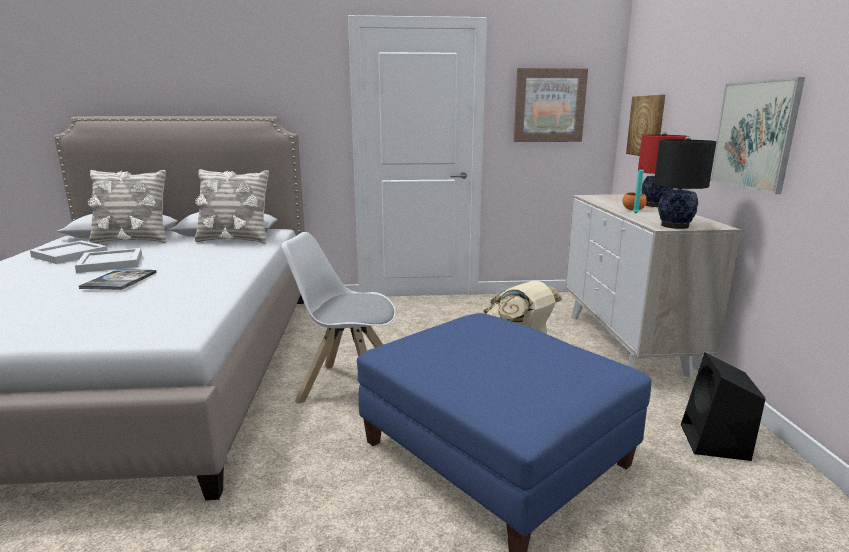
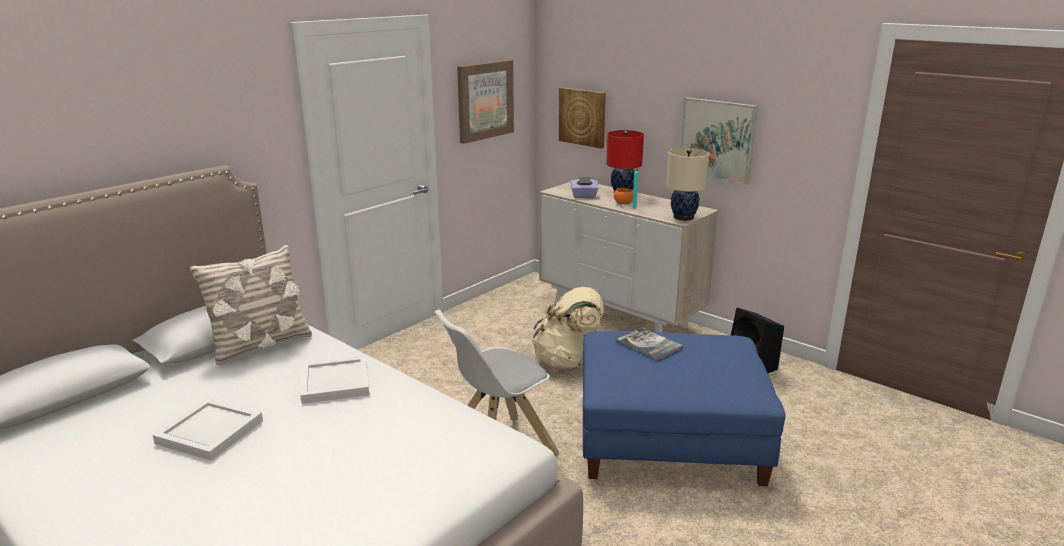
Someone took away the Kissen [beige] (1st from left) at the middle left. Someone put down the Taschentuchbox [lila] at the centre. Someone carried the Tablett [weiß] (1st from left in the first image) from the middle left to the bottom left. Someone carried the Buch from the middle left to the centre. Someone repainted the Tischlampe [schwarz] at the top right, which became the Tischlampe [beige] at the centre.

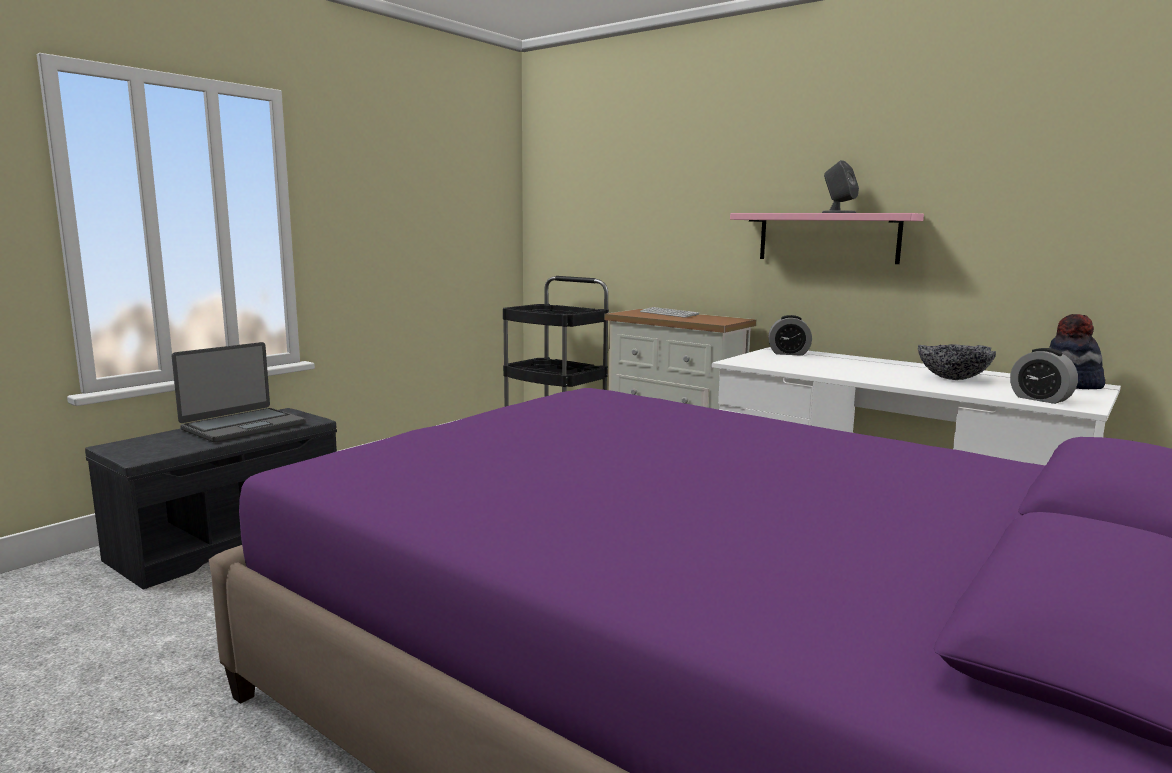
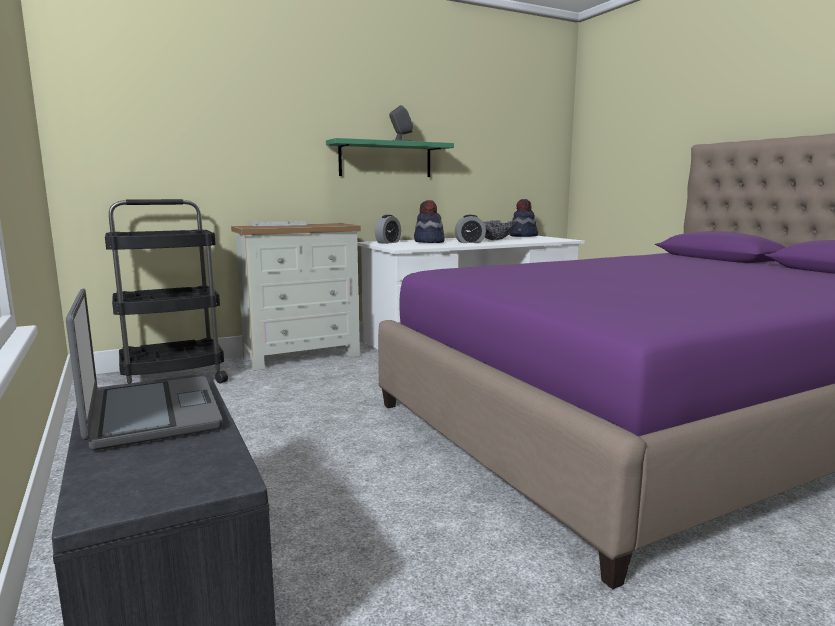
Someone put down the Hut (1st from left) at the centre. Someone carried the Wecker (2nd from left) from the middle right to the centre. Someone repainted the Wandregal [rosa] at the top right, which became the Wandregal [grün] at the top centre.

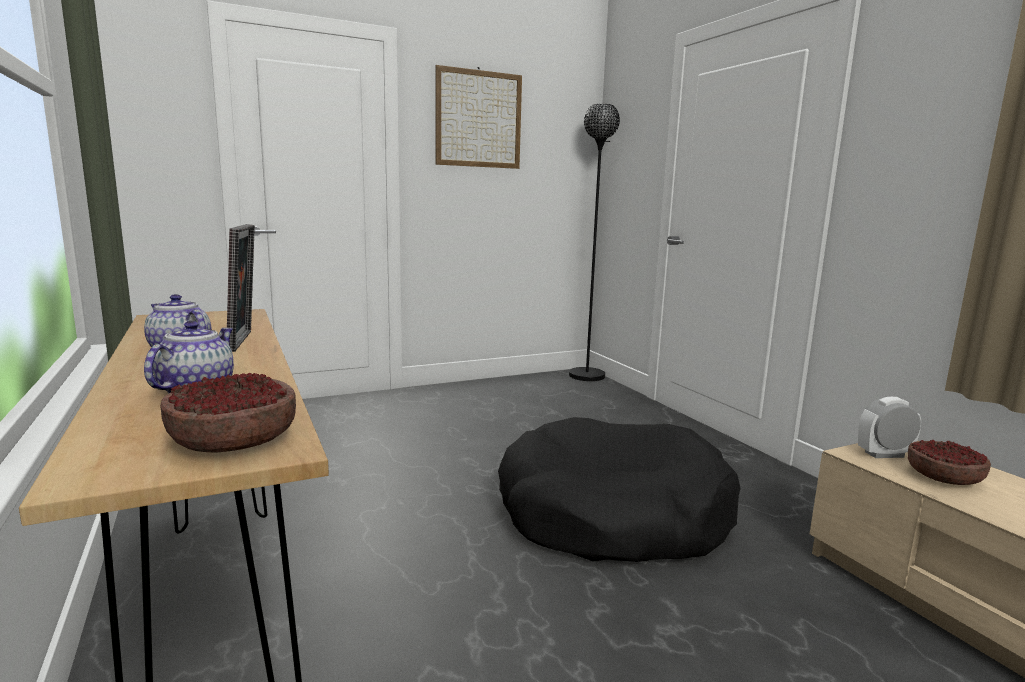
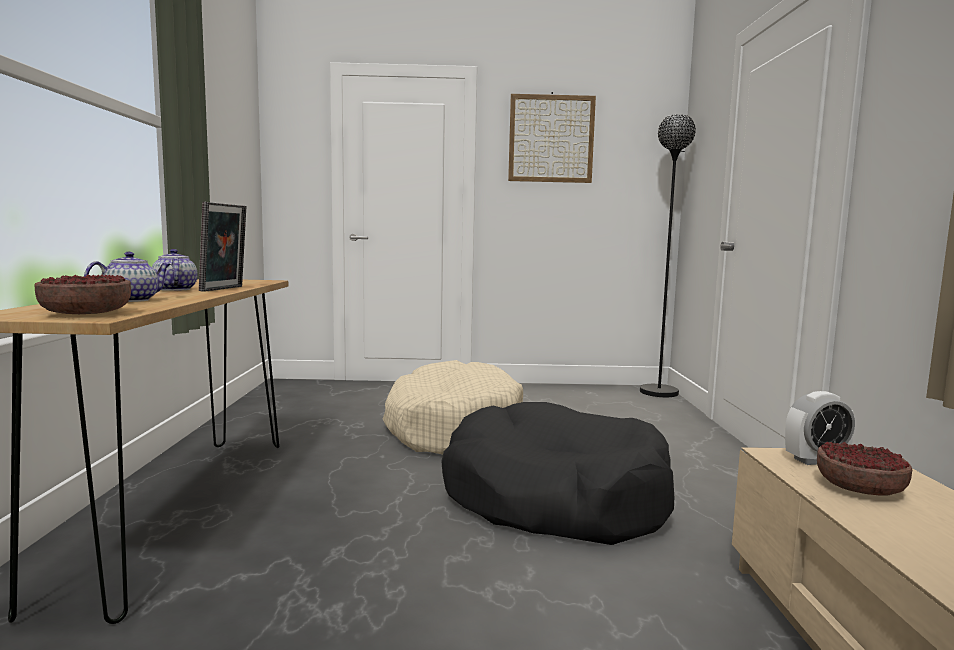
Someone put down the Hundebett [beige] at the centre. Someone rotated the Wecker at the middle right by 150 degrees clockwise.

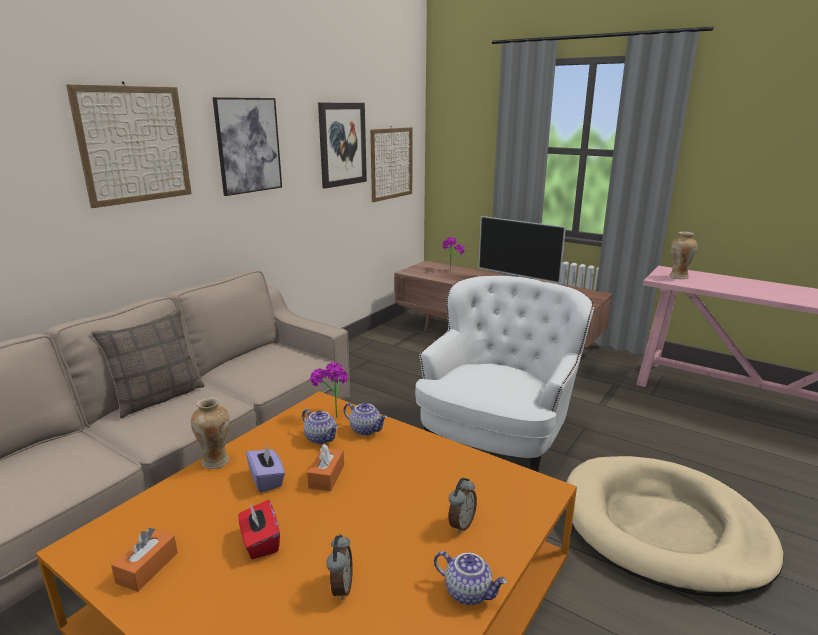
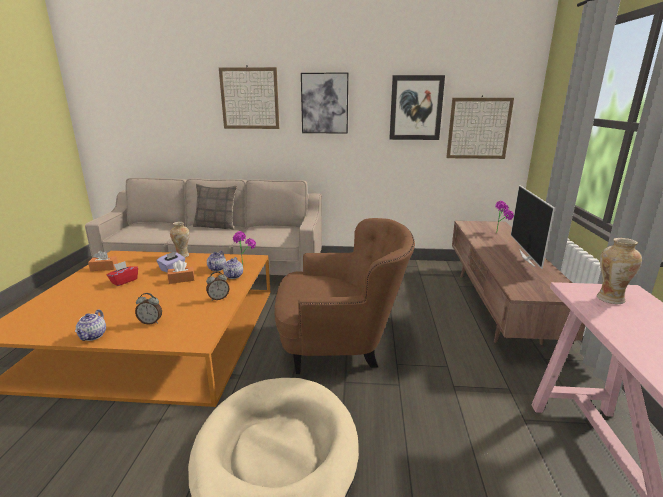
Someone carried the Wecker (1st from left in the first image) from the bottom centre to the middle left. Someone repainted the Sessel [weiß] at the centre, which became the Sessel [braun] at the centre.

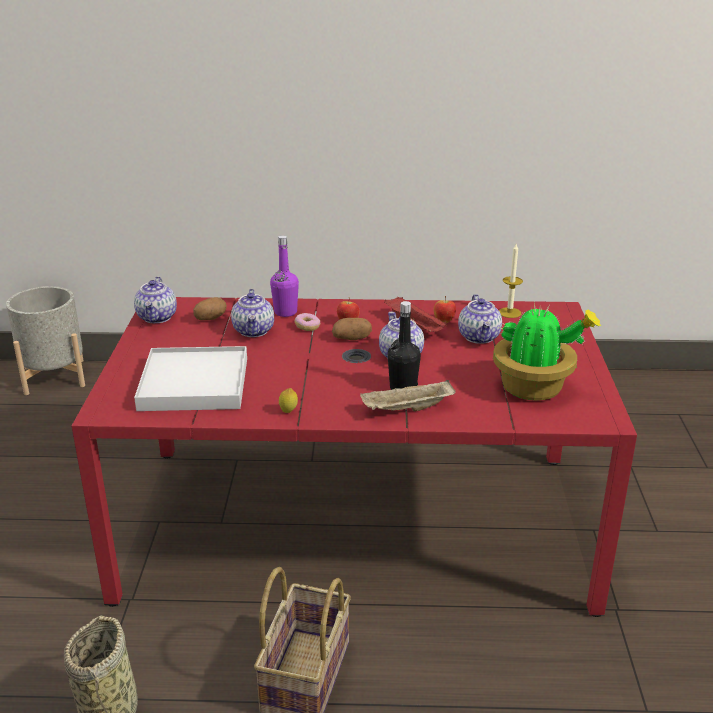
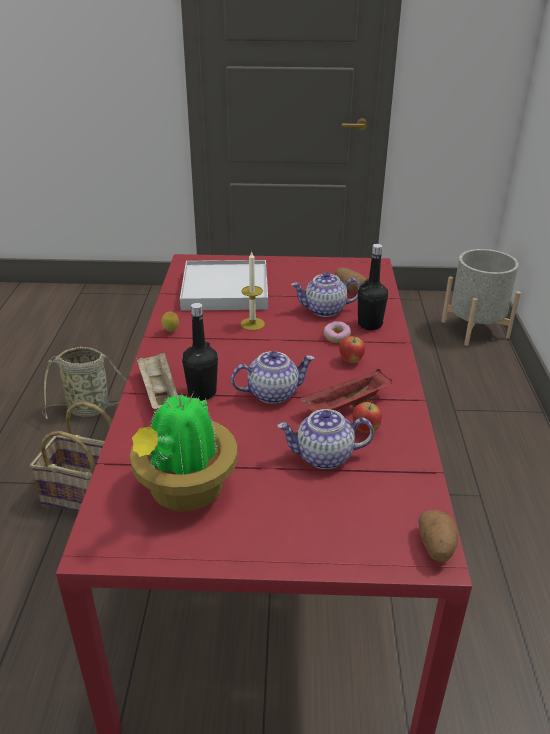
Someone took away the Teekanne (1st from left) at the middle left. Someone carried the Kartoffel (2nd from left) from the centre to the bottom right. Someone carried the Kerze from the middle right to the centre. Someone repainted the Flasche [lila] at the centre, which became the Flasche [schwarz] (2nd from left) at the middle right.

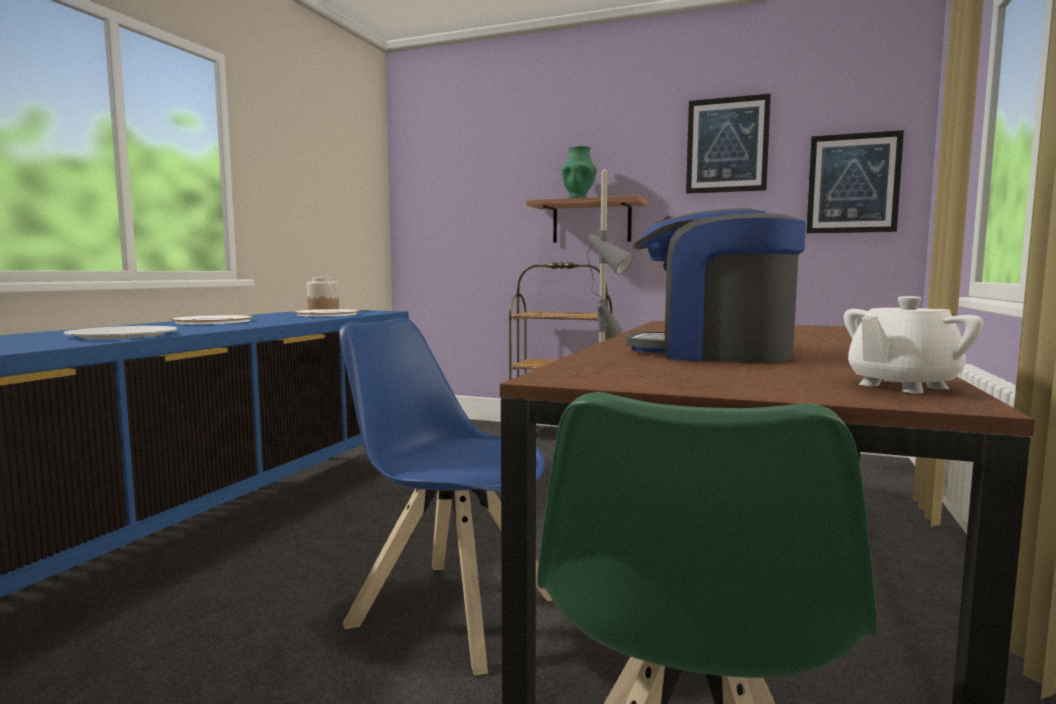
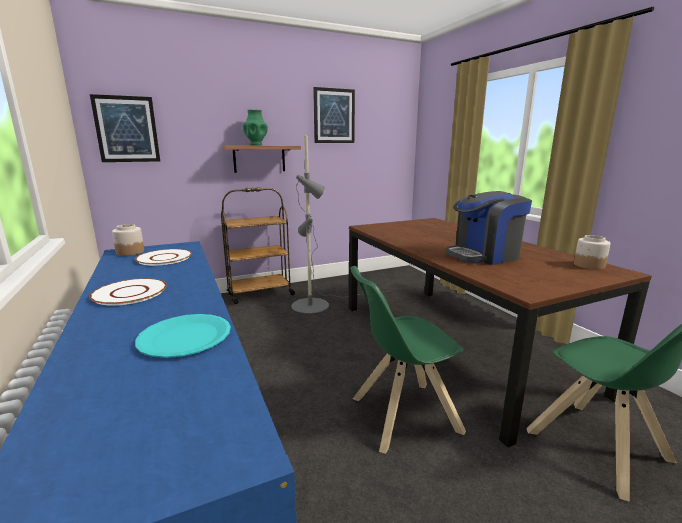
Someone carried the Bild (2nd from left in the first image) from the top right to the top left. Someone swapped the Teekanne [weiß] at the middle right for the Vorratsglas (2nd from left) at the middle right. Someone repainted the Teller [weiß] (1st from left) at the middle left, which became the Teller [türkis] at the middle left. Someone repainted the Stuhl [blau] at the bottom centre, which became the Stuhl [grün] (1st from left) at the bottom centre.

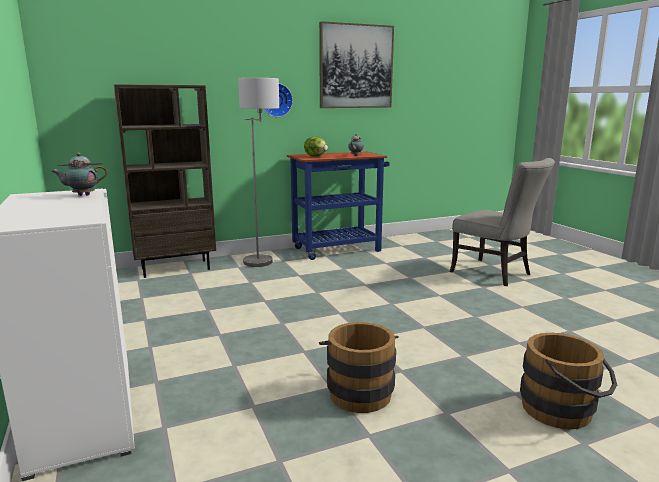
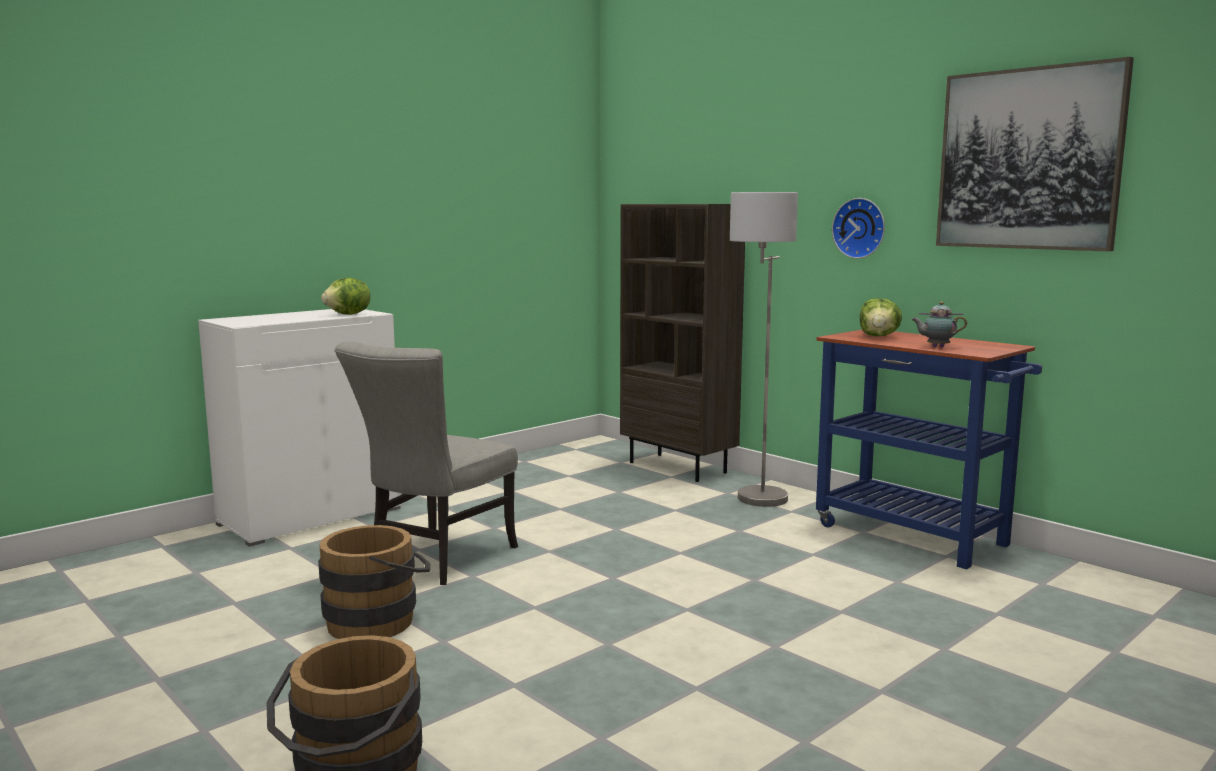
Someone carried the Stuhl [grau] from the middle right to the centre. Someone swapped the Teekanne (1st from left) at the middle left for the Salatkopf (1st from left) at the middle left.

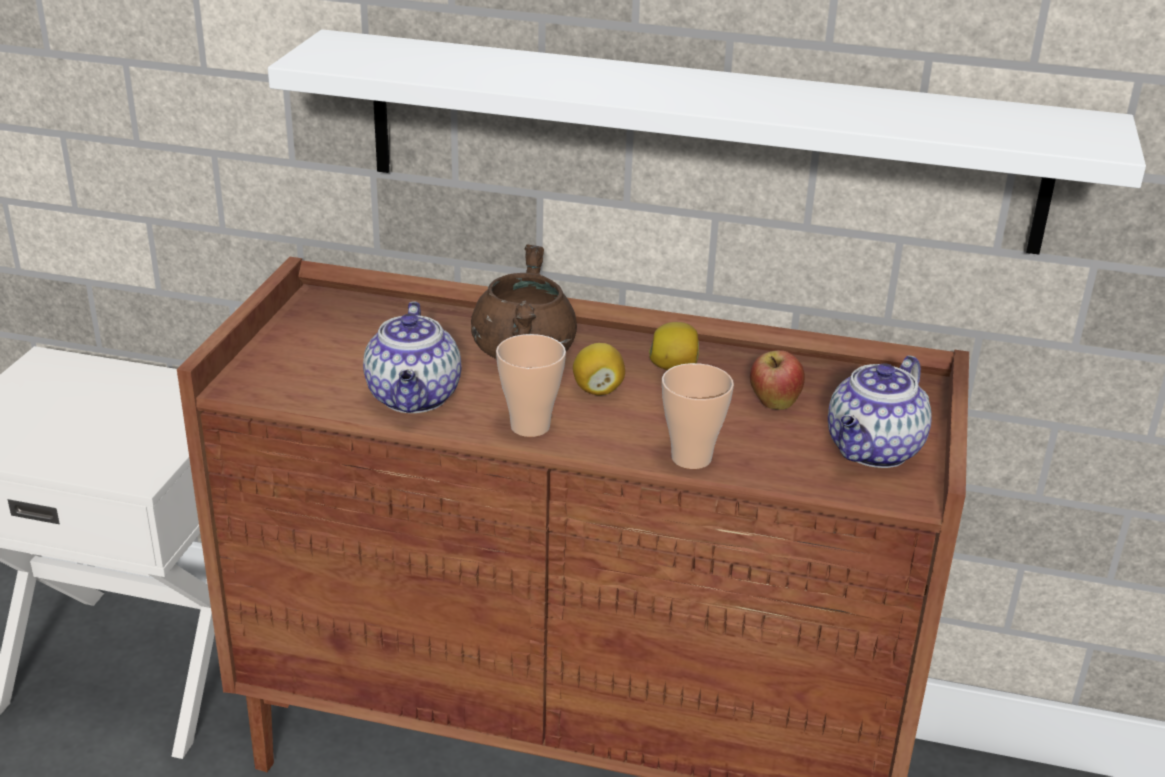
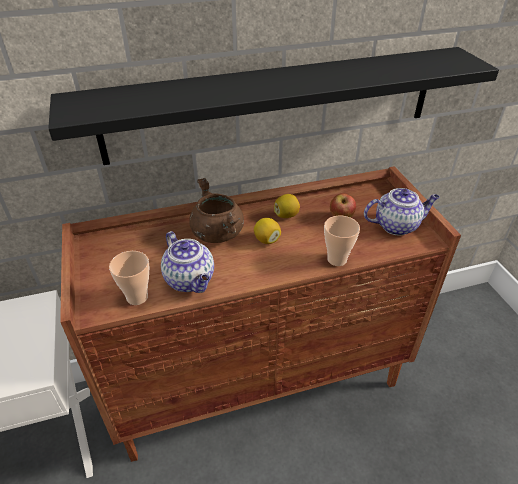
Someone carried the Tasse (1st from left) from the centre to the middle left. Someone repainted the Wandregal [weiß] at the top centre, which became the Wandregal [schwarz] at the top centre. Someone rotated the Teekanne (2nd from left) at the middle right by 105 degrees counterclockwise.

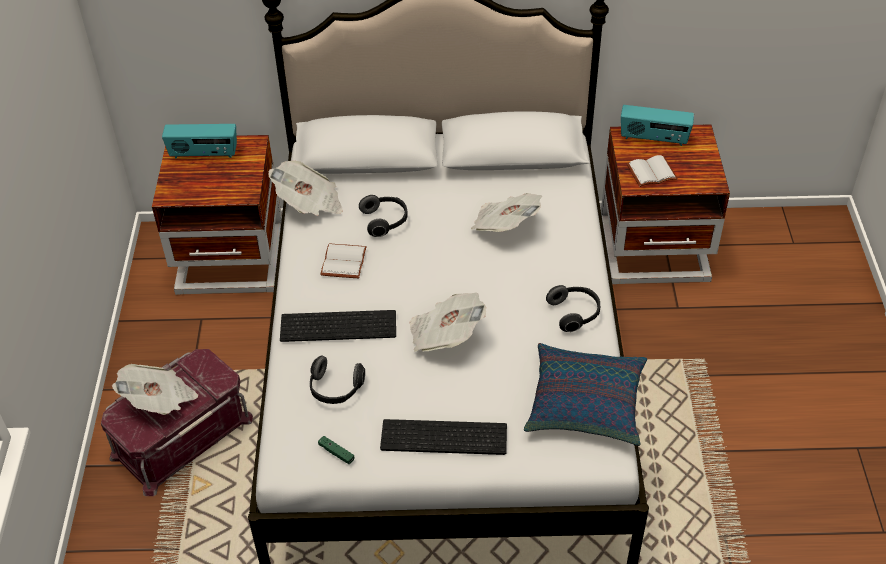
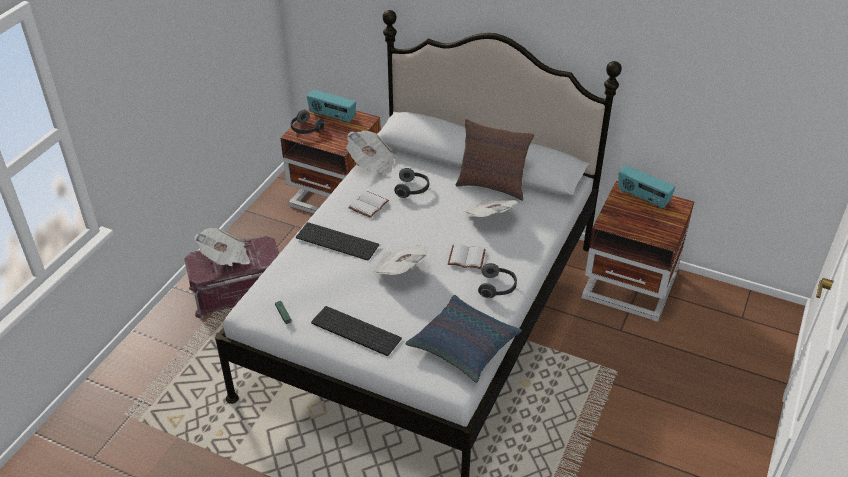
Someone put down the Kissen [braun] at the centre. Someone carried the Kopfhörer (1st from left) from the bottom centre to the top centre. Someone carried the Buch [weiß] (2nd from left) from the top right to the centre.

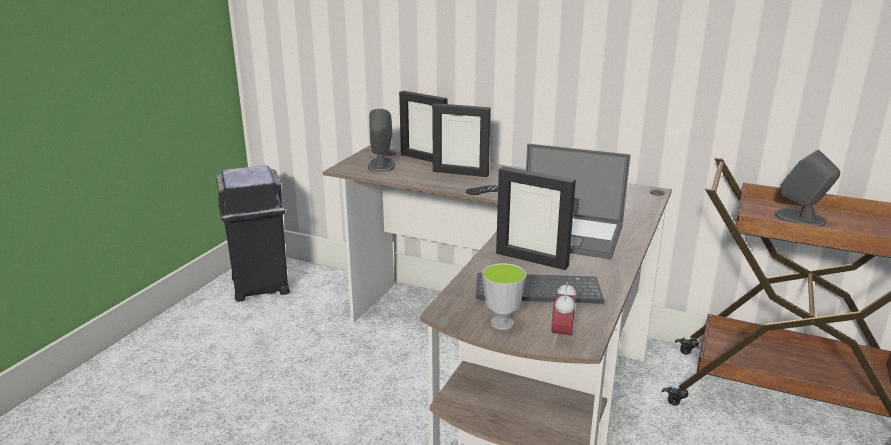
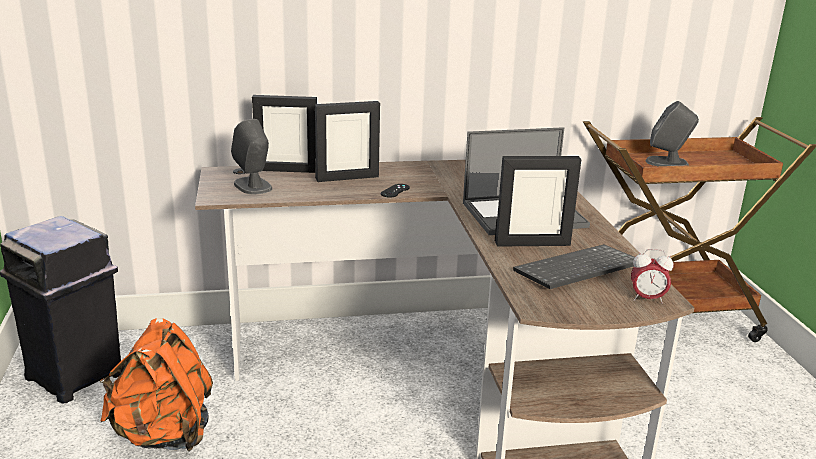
Someone took away the Tasse at the centre. Someone put down the Rucksack [orange] at the bottom left. Someone rotated the Wecker at the bottom centre by 60 degrees counterclockwise.

